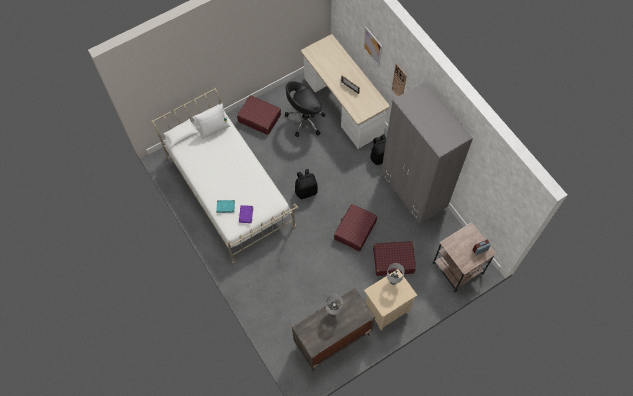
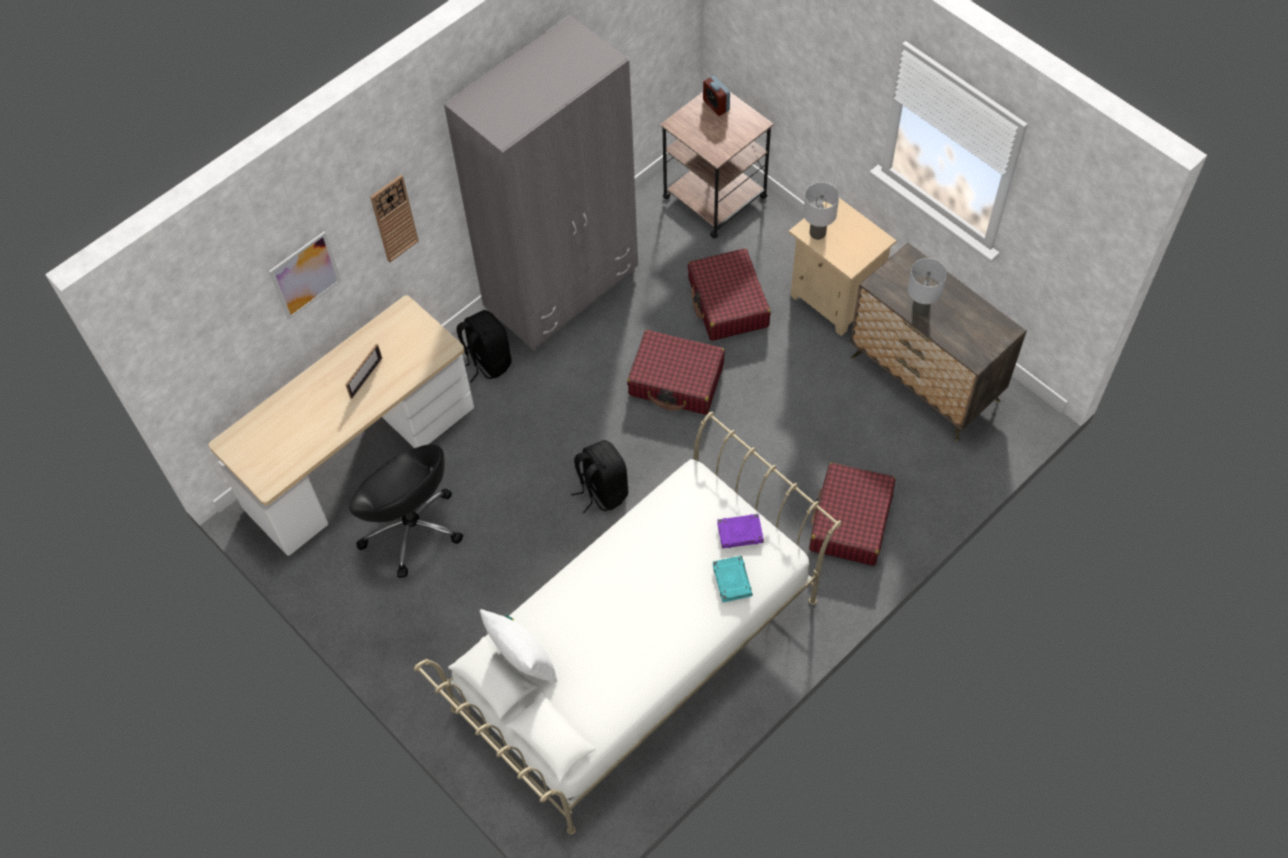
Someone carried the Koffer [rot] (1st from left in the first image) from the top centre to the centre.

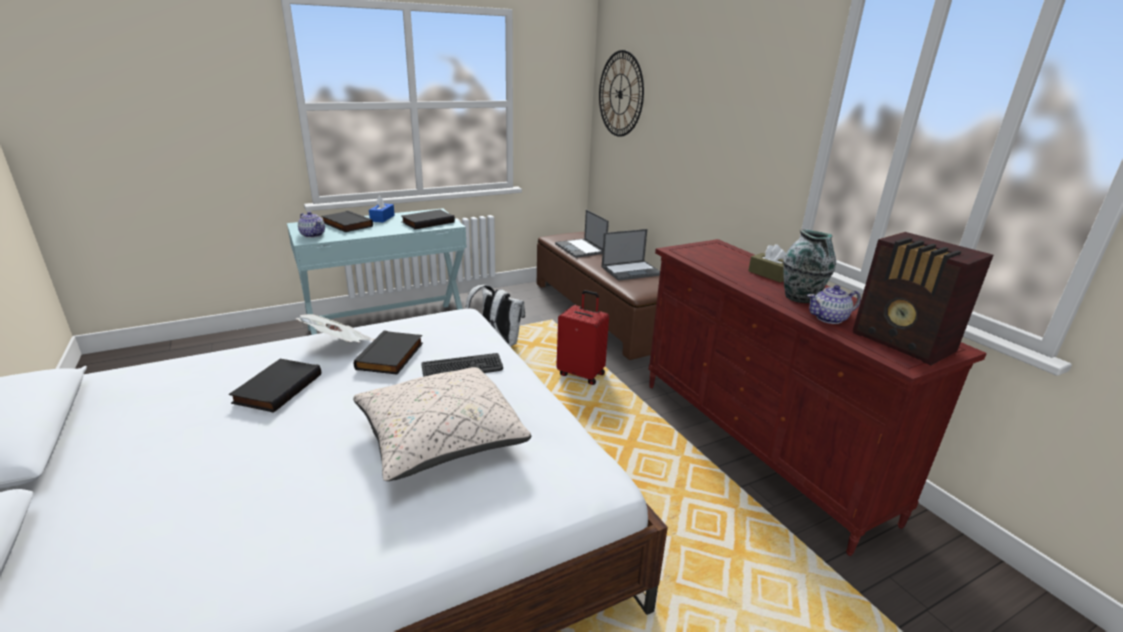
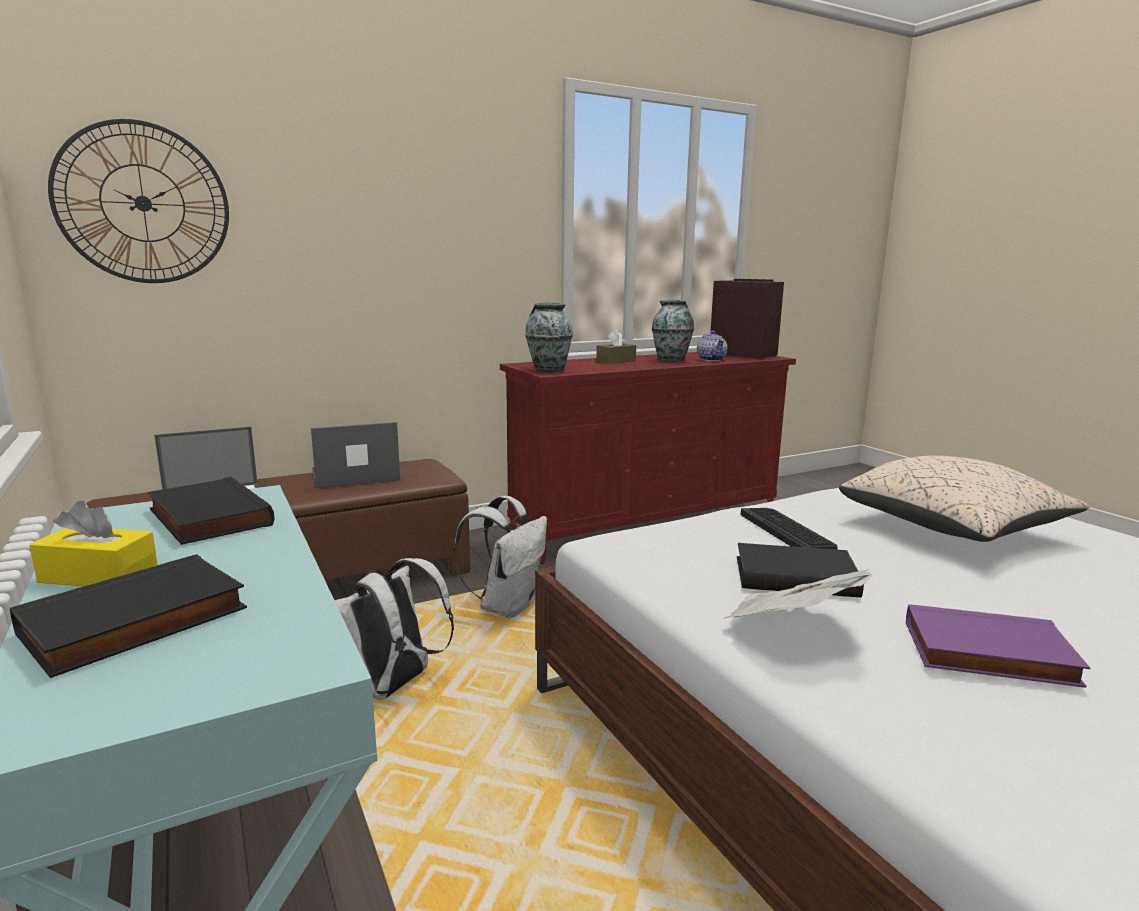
Someone took away the Teekanne (1st from left) at the middle left. Someone put down the Vase (1st from left) at the centre. Someone swapped the Koffer [rot] at the centre for the Rucksack [weiß] (2nd from left) at the centre. Someone repainted the Buch [schwarz] (1st from left) at the middle left, which became the Buch [lila] at the bottom right. Someone repainted the Taschentuchbox [blau] at the top centre, which became the Taschentuchbox [gelb] at the middle left. Someone rotated the Laptop (2nd from left) at the centre by 90 degrees counterclockwise. Someone rotated the Radio at the middle right by 105 degrees counterclockwise.

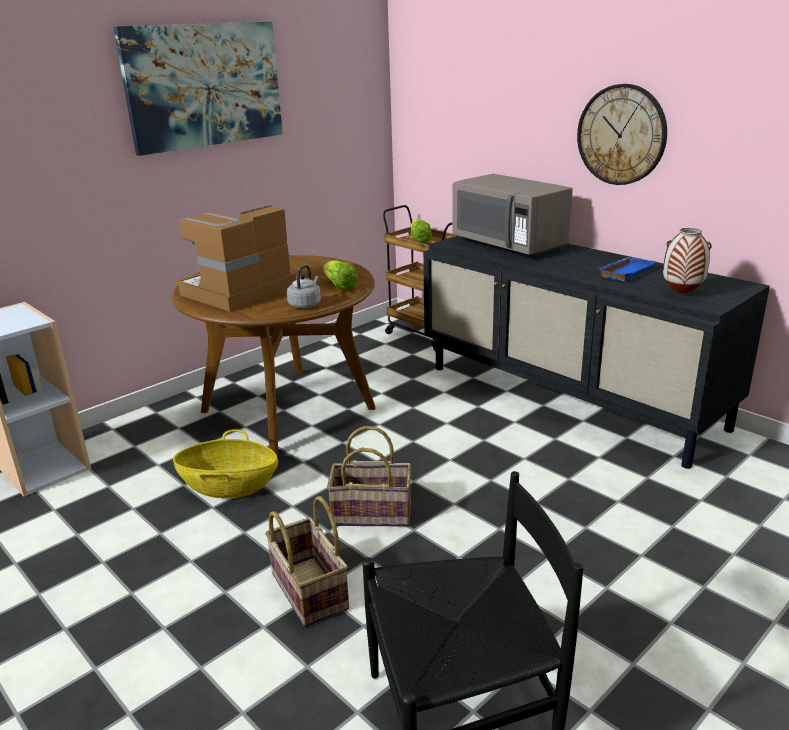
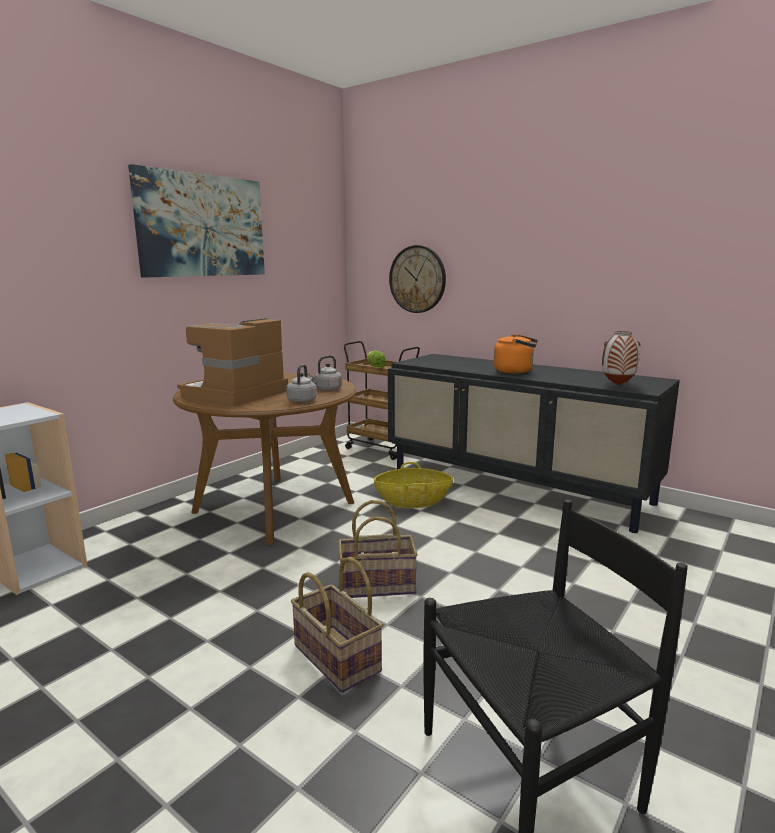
Someone took away the Mikrowelle [grau] at the top centre. Someone took away the Tablett [blau] at the middle right. Someone put down the Wasserkessel [orange] at the centre. Someone carried the Korb (1st from left in the first image) from the middle left to the centre. Someone carried the Wanduhr from the top right to the centre. Someone swapped the Salatkopf (1st from left) at the centre for the Wasserkessel [grau] (2nd from left) at the centre.

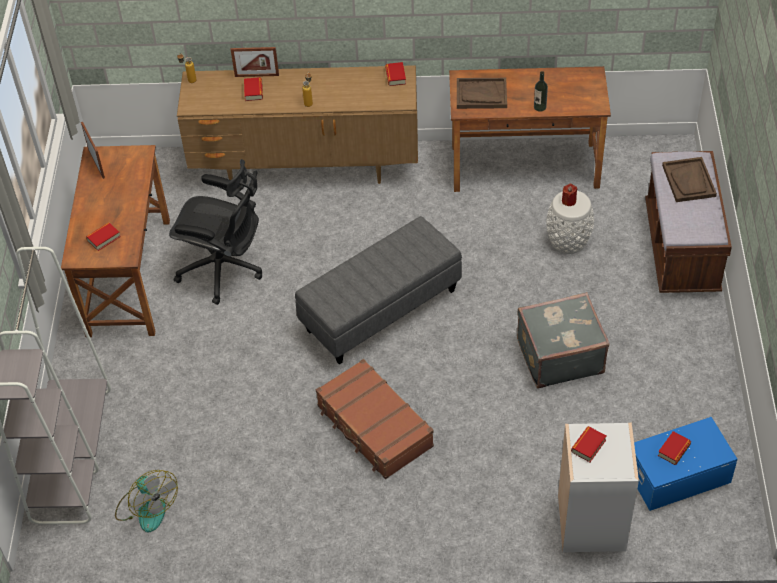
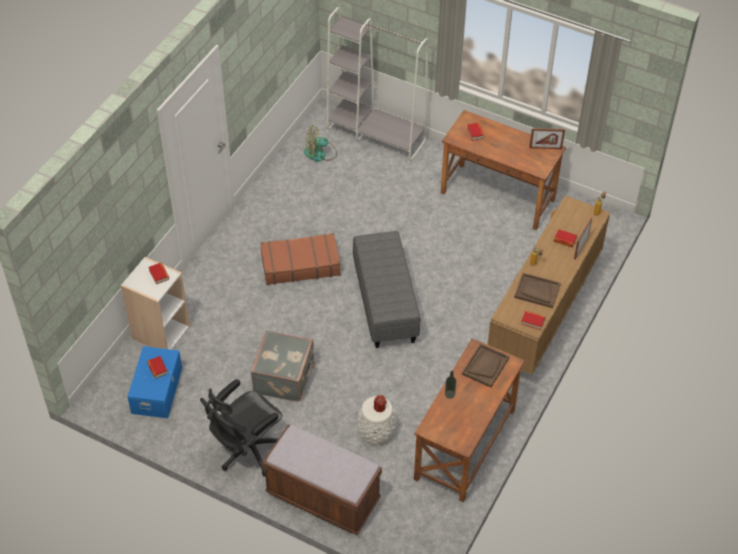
Someone carried the Bürostuhl from the middle left to the bottom left. Someone carried the Tablett [braun] (2nd from left) from the top right to the middle right.

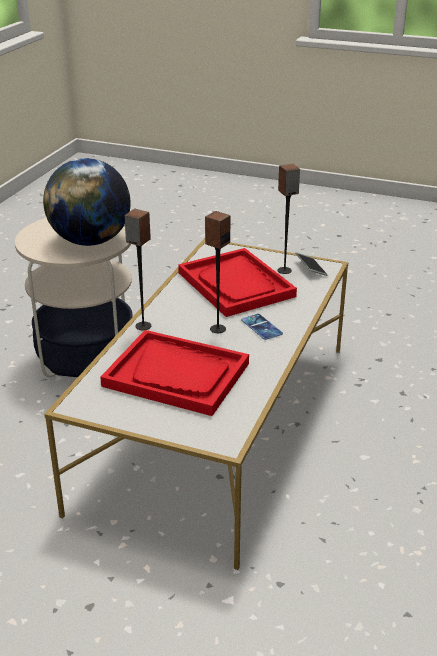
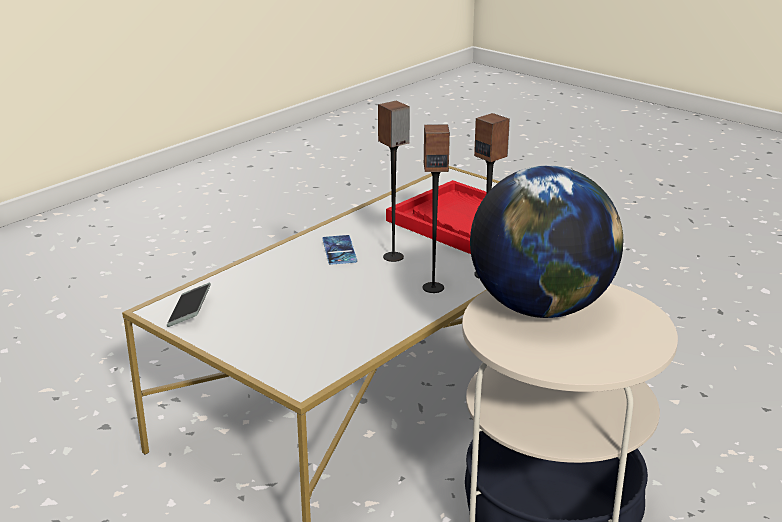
Someone took away the Tablett [rot] (2nd from left) at the centre. Someone carried the Lautsprecher (3rd from left in the first image) from the top centre to the centre.

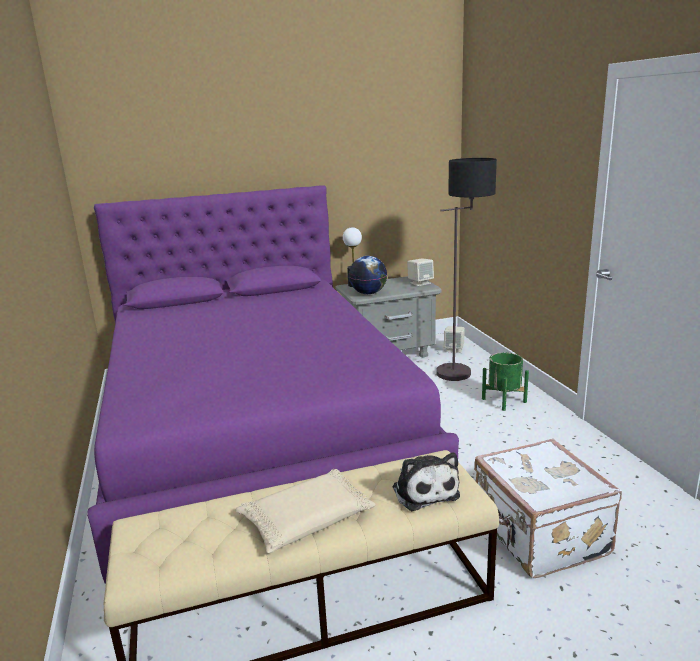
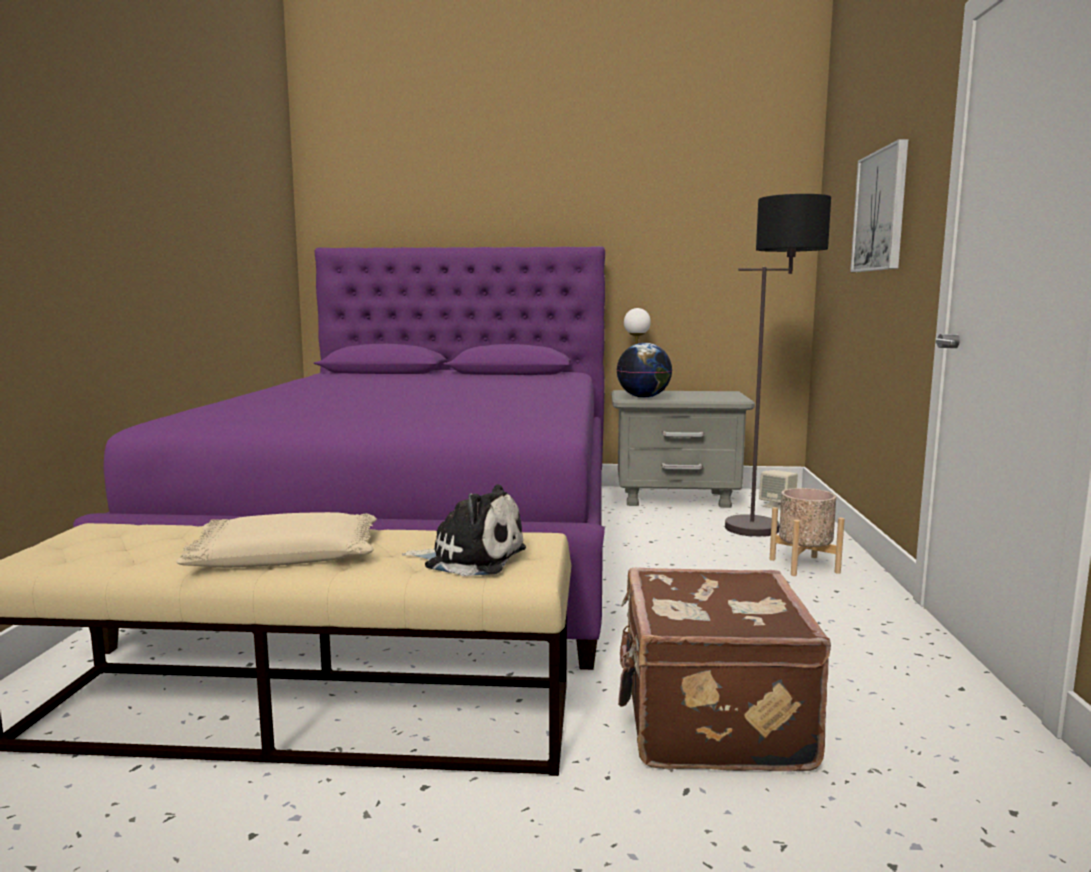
Someone took away the Lautsprecher [beige] (1st from left) at the centre. Someone put up the Bild at the top right. Someone repainted the Koffer [weiß] at the bottom right, which became the Koffer [braun] at the bottom centre. Someone repainted the Pflanzkübel [grün] at the middle right, which became the Pflanzkübel [beige] at the middle right. Someone rotated the Plüschtier at the bottom centre by 75 degrees counterclockwise.

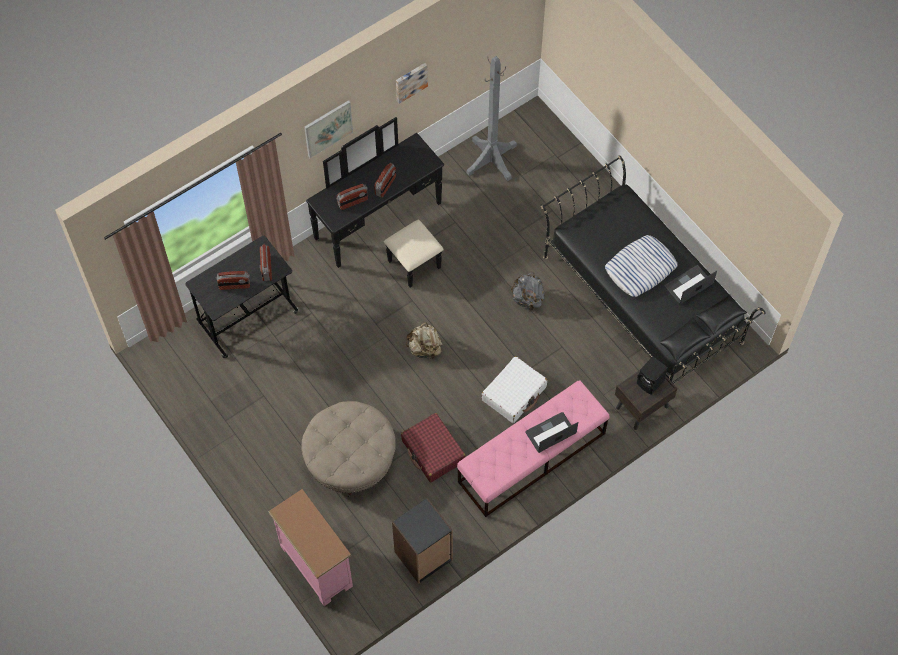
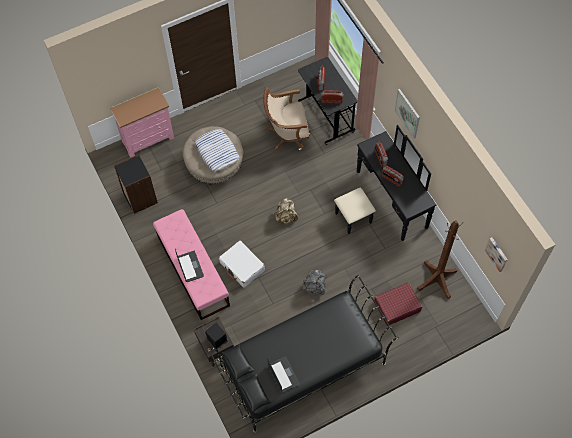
Someone put down the Bürostuhl at the top centre. Someone carried the Bild (2nd from left) from the top centre to the middle right. Someone carried the Koffer [rot] from the bottom centre to the bottom right. Someone carried the Kissen from the middle right to the centre. Someone repainted the Kleiderständer [grau] at the top centre, which became the Kleiderständer [braun] at the middle right.

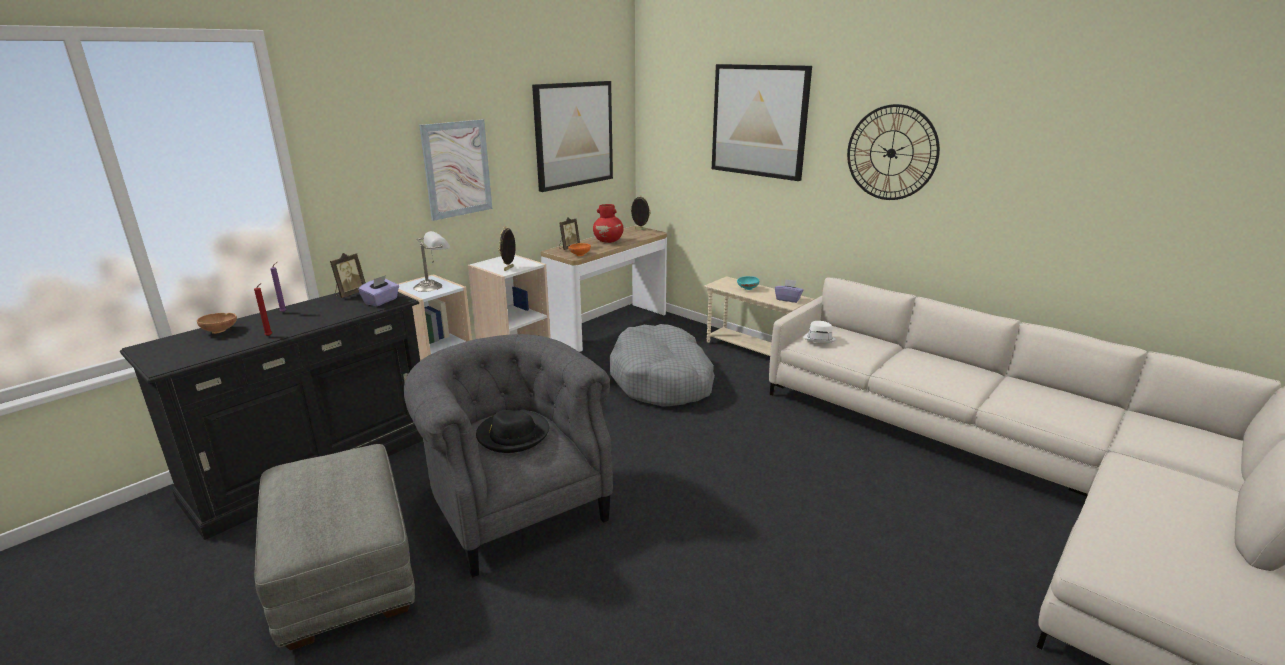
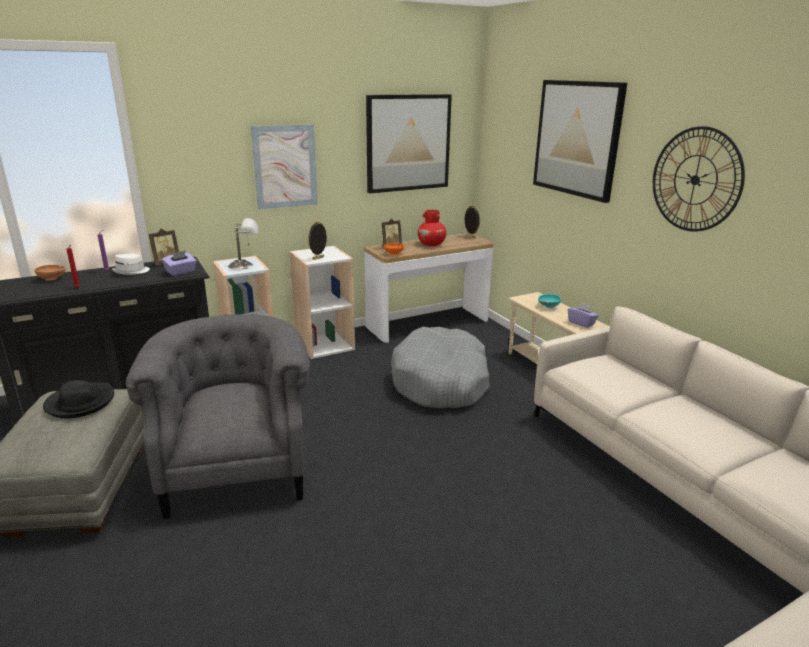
Someone carried the Hut [schwarz] from the centre to the middle left. Someone carried the Hut [weiß] from the centre to the middle left.

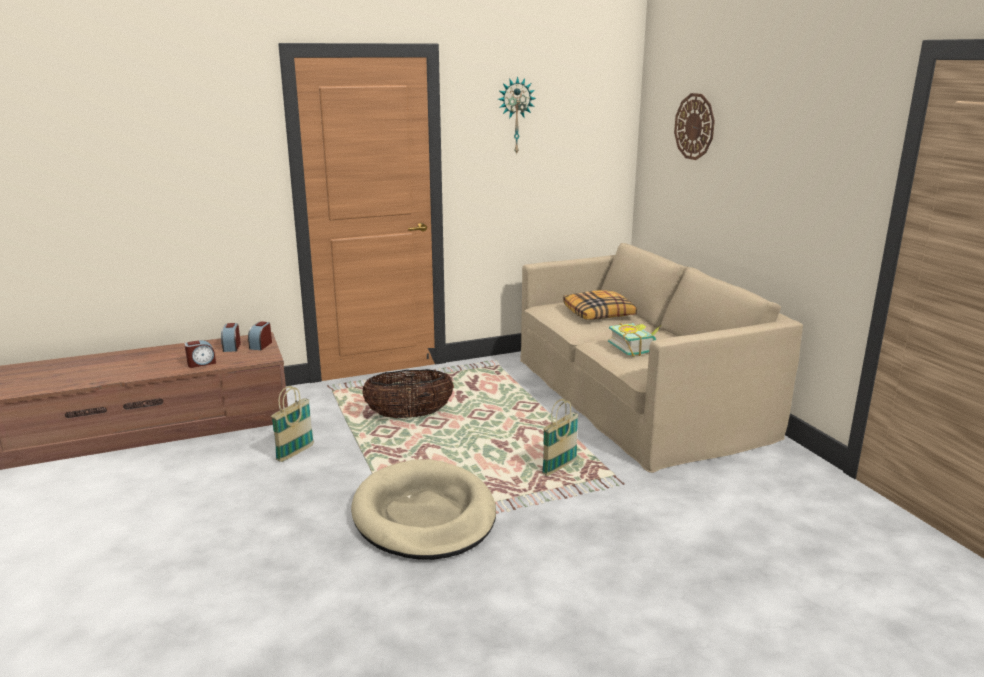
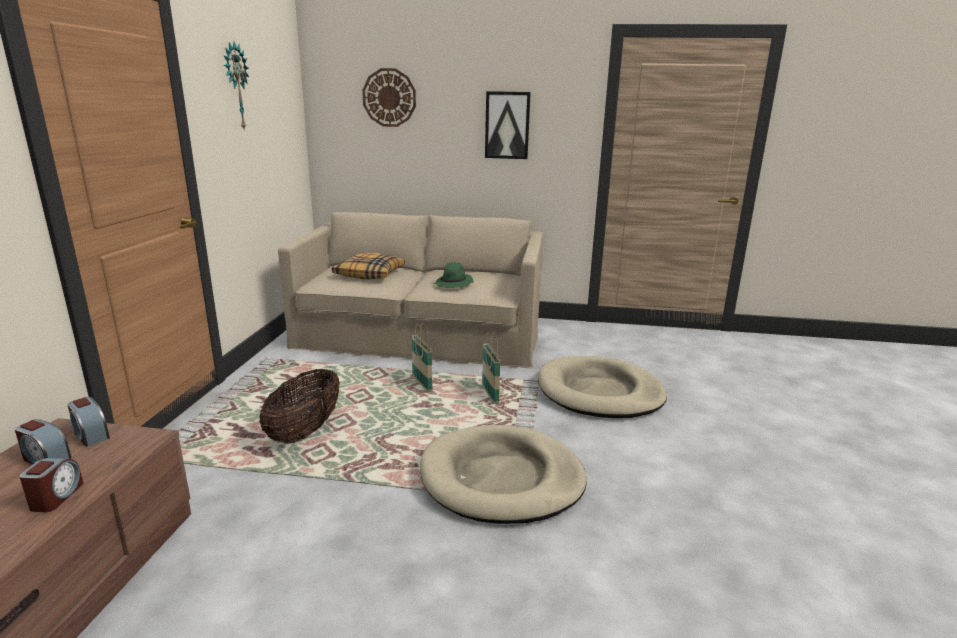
Someone put up the Bild at the top centre. Someone put down the Hundebett [beige] (2nd from left) at the centre. Someone carried the Korb (1st from left in the first image) from the middle left to the centre. Someone swapped the Buch at the centre for the Hut [grün] at the centre.

